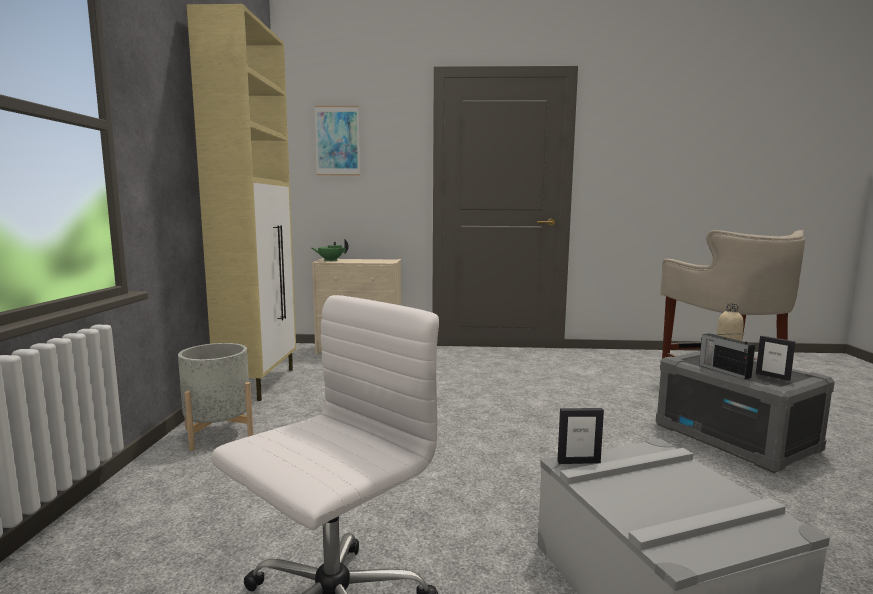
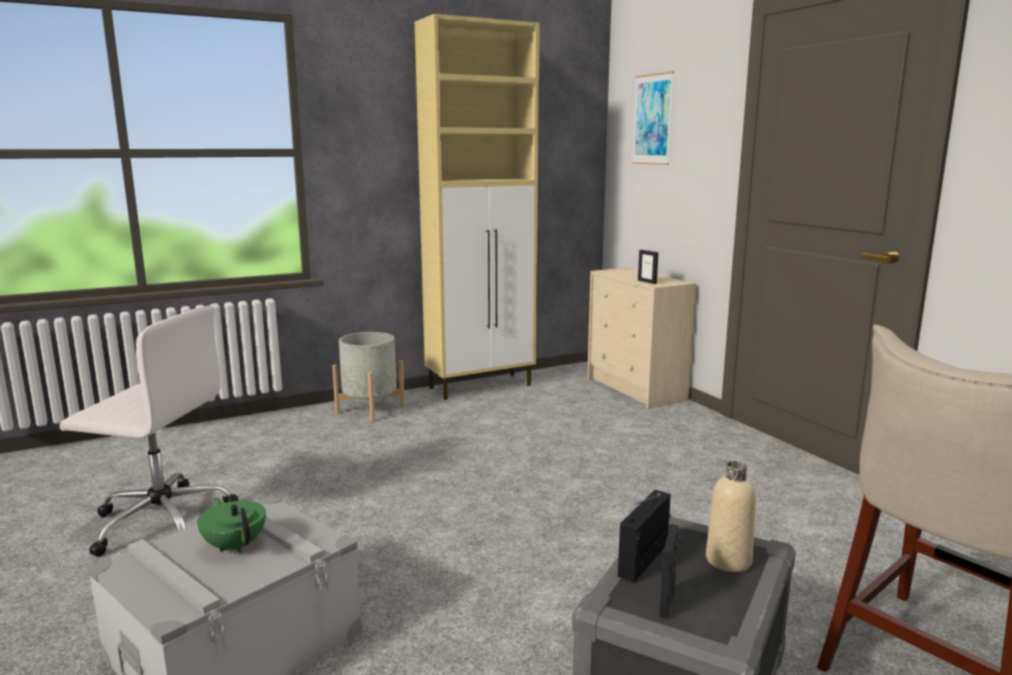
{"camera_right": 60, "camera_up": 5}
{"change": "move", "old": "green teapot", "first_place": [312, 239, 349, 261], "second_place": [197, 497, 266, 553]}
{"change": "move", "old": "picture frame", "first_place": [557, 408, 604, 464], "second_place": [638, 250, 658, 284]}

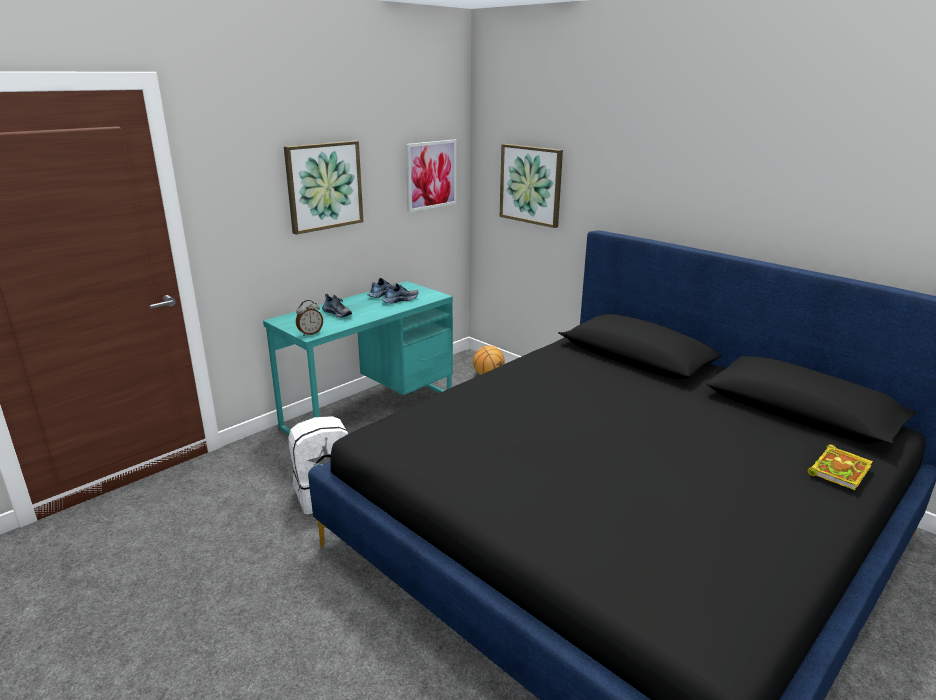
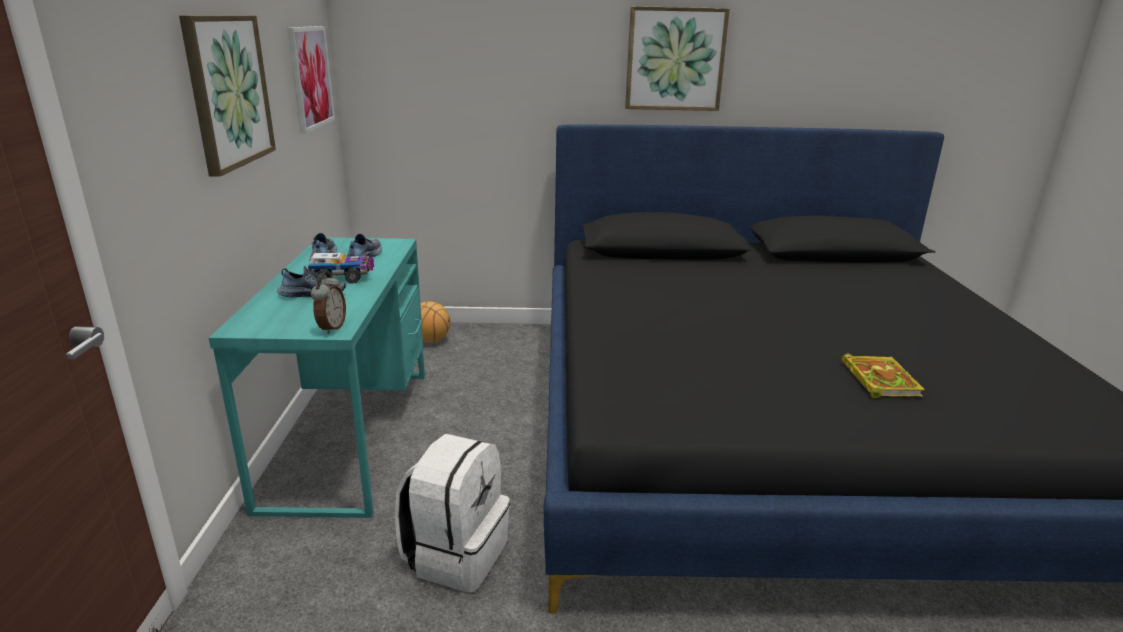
{"camera_right": -45, "camera_up": 0}
{"change": "move", "old": "picture", "first_place": [500, 144, 563, 228], "second_place": [625, 6, 730, 111]}
{"change": "move", "old": "book", "first_place": [808, 444, 873, 490], "second_place": [842, 354, 925, 398]}
{"change": "insert", "new": "toy truck", "second_place": [308, 252, 374, 284]}

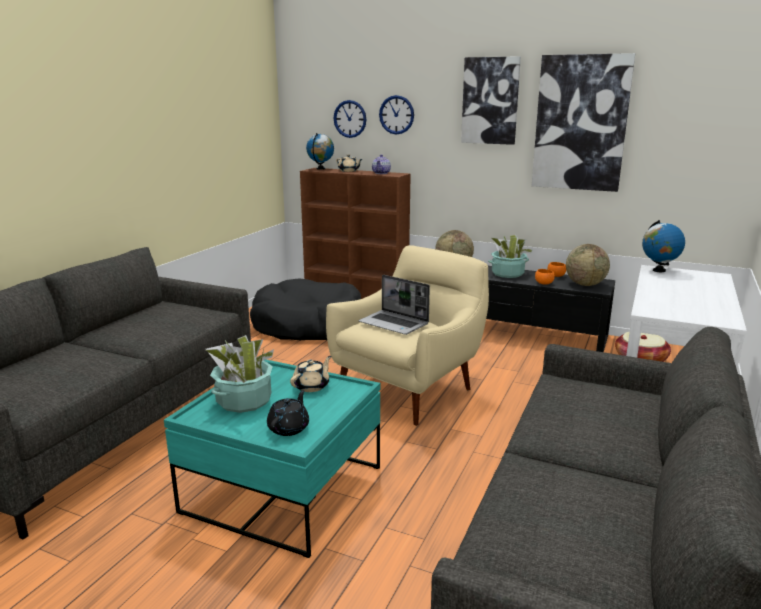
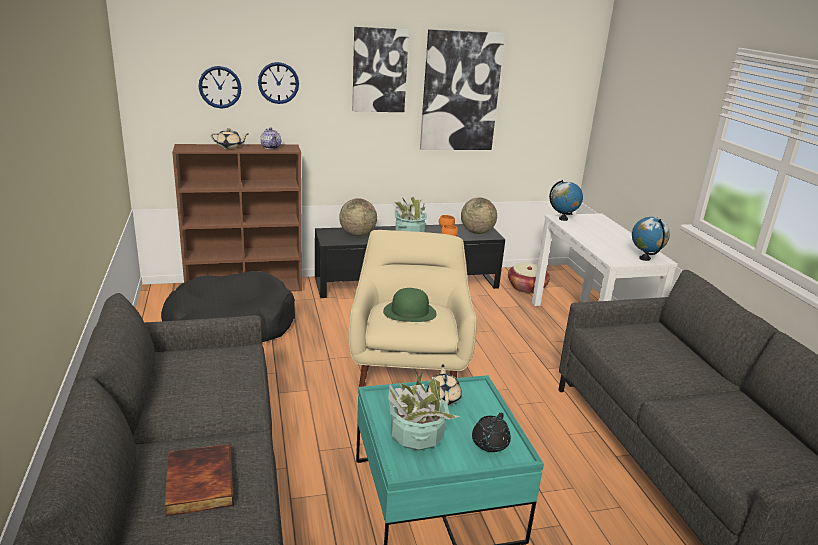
{"camera_right": -40, "camera_up": 5}
{"change": "rotate", "old": "black teapot", "first_place": [267, 390, 309, 436], "second_place": [472, 413, 511, 452], "degrees": -135}
{"change": "move", "old": "globe", "first_place": [306, 133, 334, 170], "second_place": [632, 217, 670, 261]}
{"change": "replace", "old": "laptop", "new": "green hat", "first_place": [358, 275, 430, 335], "second_place": [383, 288, 437, 322]}
{"change": "insert", "new": "book", "second_place": [165, 444, 234, 516]}

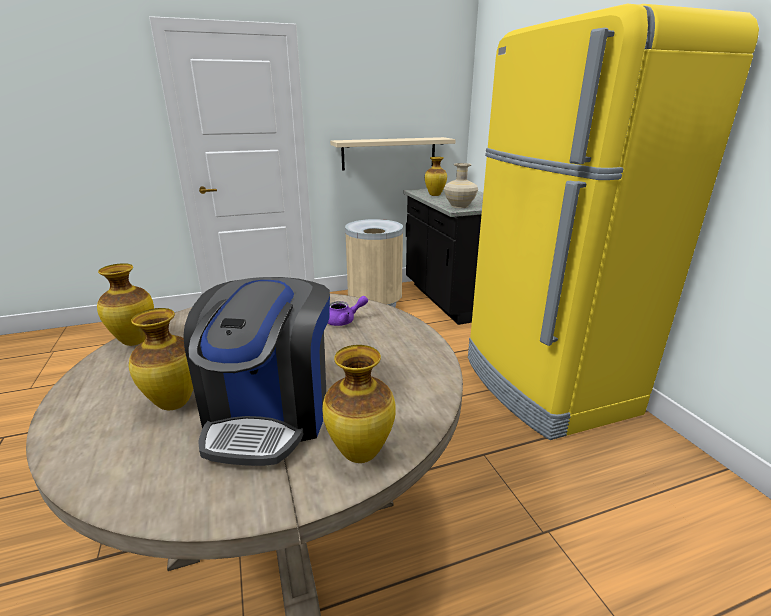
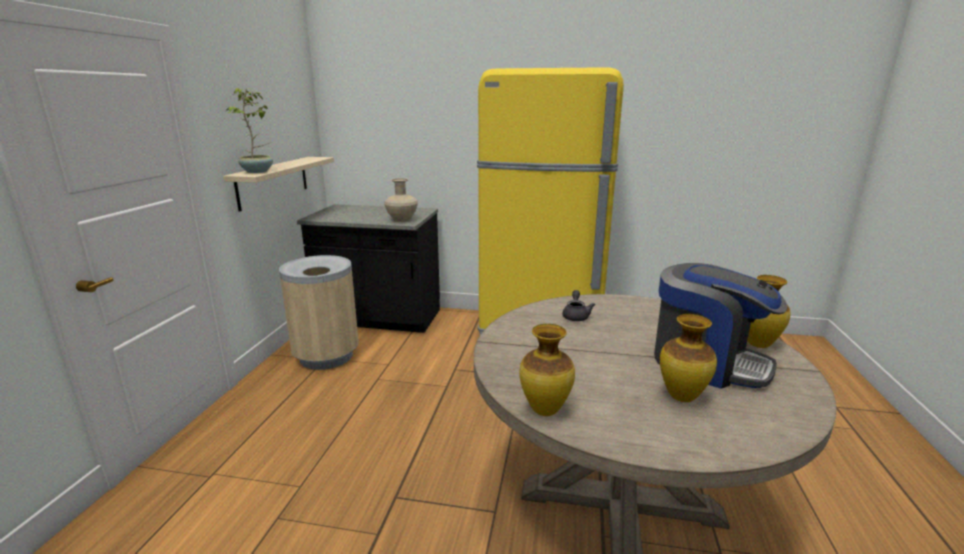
{"camera_right": -60, "camera_up": -5}
{"change": "recolor", "old": "purple teapot", "new": "grey teapot", "first_place": [328, 296, 368, 326], "second_place": [562, 290, 595, 321]}
{"change": "delete", "old": "vase", "first_place": [425, 157, 447, 196]}
{"change": "insert", "new": "potted plant", "second_place": [226, 88, 273, 173]}

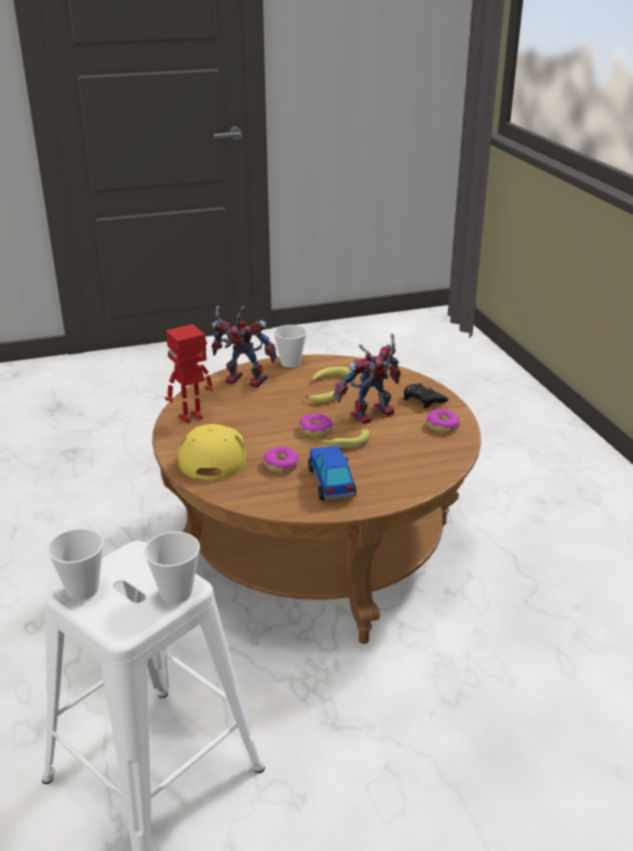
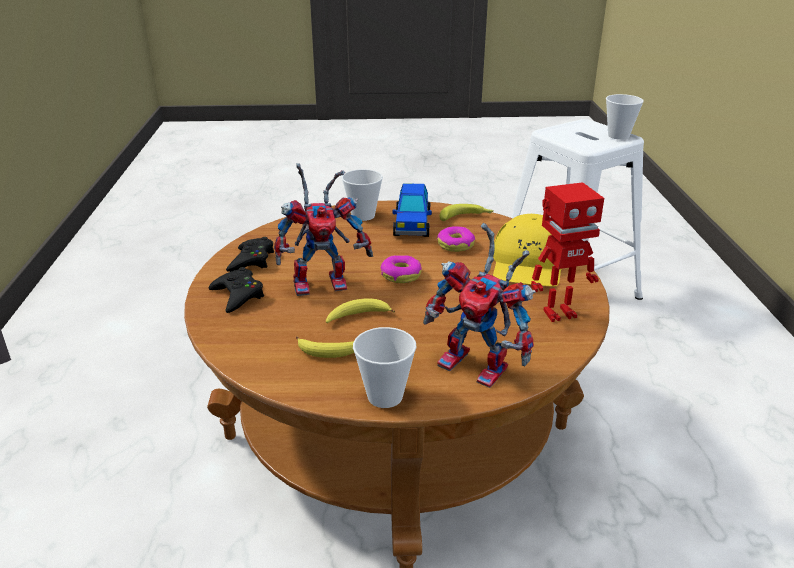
{"camera_right": -165, "camera_up": 0}
{"change": "move", "old": "cup", "first_place": [144, 532, 200, 603], "second_place": [342, 169, 383, 221]}
{"change": "move", "old": "banana", "first_place": [321, 429, 370, 448], "second_place": [440, 204, 494, 221]}
{"change": "replace", "old": "donut", "new": "black game controller", "first_place": [427, 409, 460, 433], "second_place": [226, 237, 274, 272]}

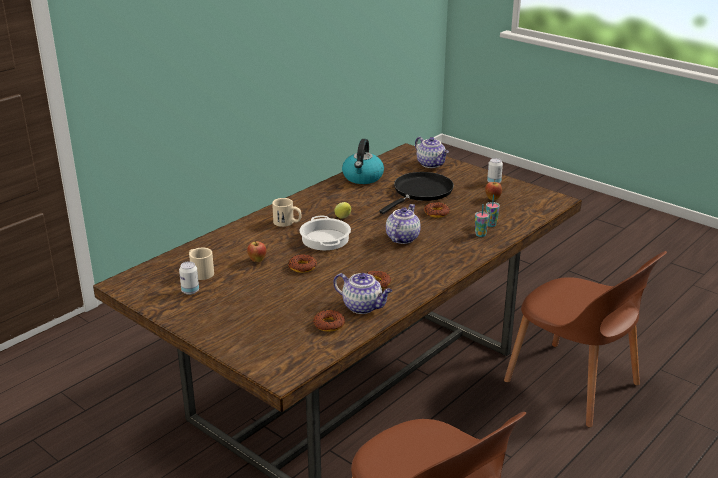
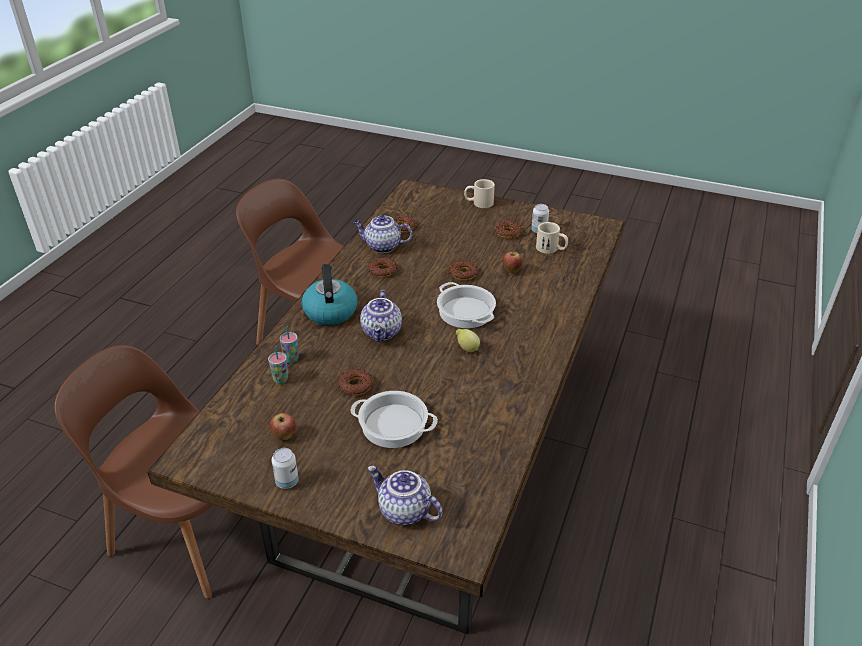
{"camera_right": 160, "camera_up": 10}
{"change": "move", "old": "beige mug", "first_place": [272, 198, 302, 227], "second_place": [464, 179, 495, 208]}
{"change": "move", "old": "kettle", "first_place": [342, 139, 384, 184], "second_place": [301, 264, 357, 325]}
{"change": "replace", "old": "black frying pan", "new": "cooking pot", "first_place": [379, 172, 454, 214], "second_place": [350, 391, 438, 448]}
{"change": "insert", "new": "donut", "second_place": [494, 221, 522, 239]}

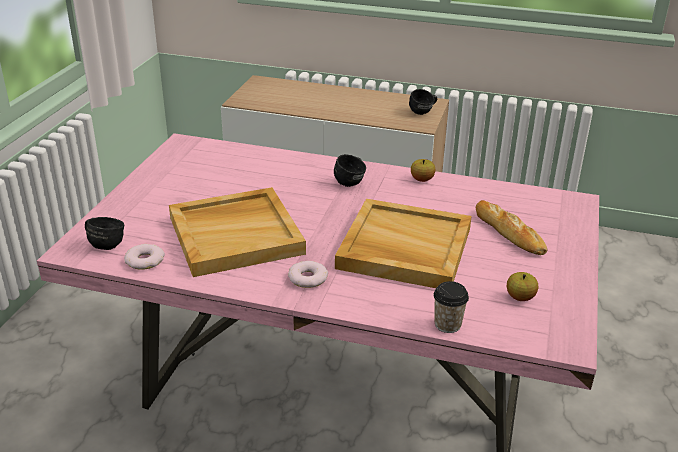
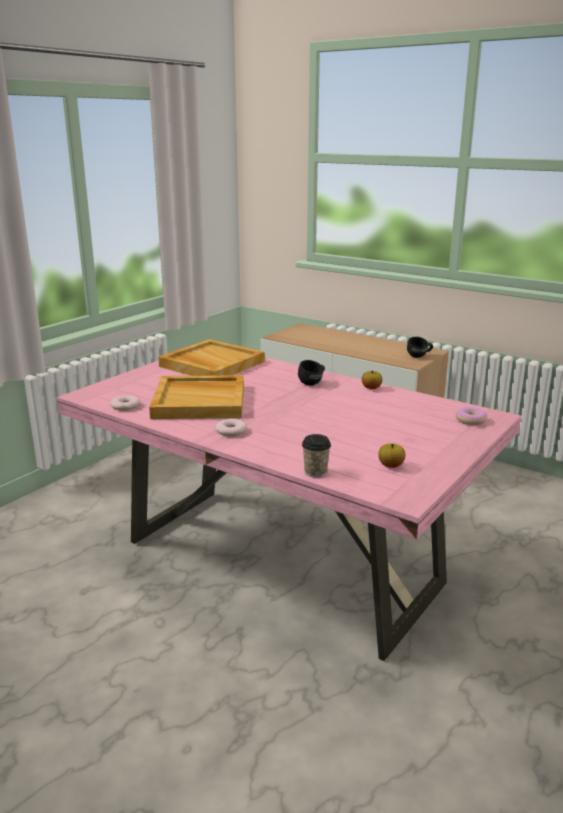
{"camera_right": 20, "camera_up": -10}
{"change": "delete", "old": "black mug", "first_place": [85, 217, 124, 250]}
{"change": "move", "old": "beige tray", "first_place": [335, 199, 472, 288], "second_place": [158, 339, 265, 376]}
{"change": "delete", "old": "bread", "first_place": [476, 200, 547, 255]}
{"change": "insert", "new": "donut", "second_place": [456, 407, 487, 425]}

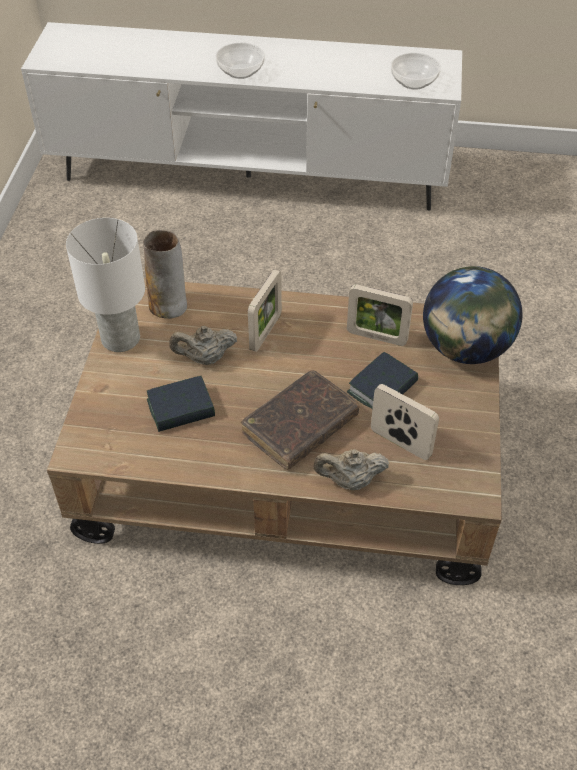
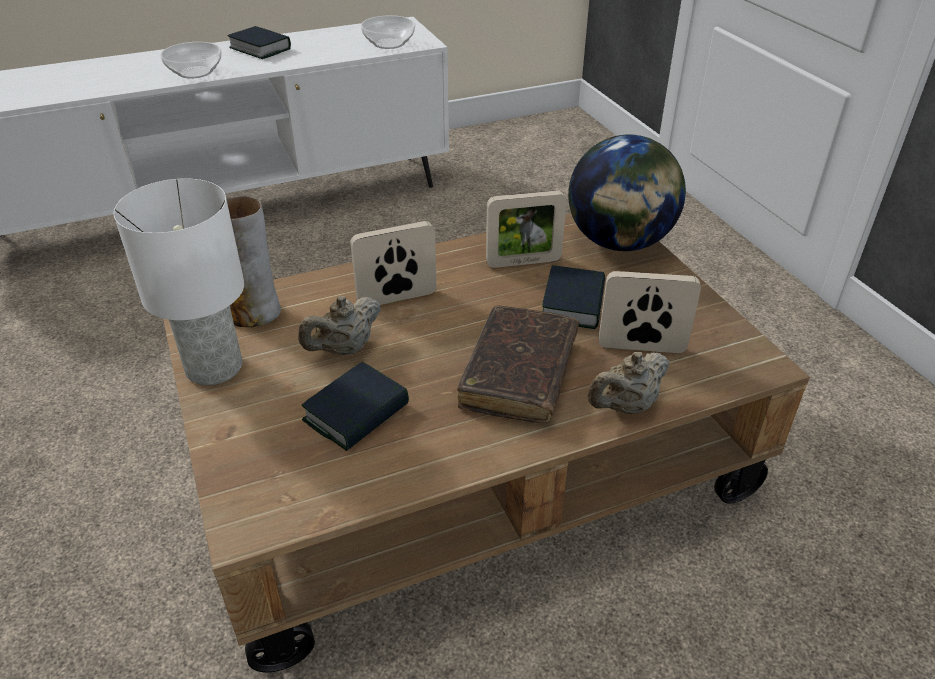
{"camera_right": -30, "camera_up": -10}
{"change": "rotate", "old": "picture frame", "first_place": [248, 270, 282, 352], "second_place": [350, 221, 437, 305], "degrees": -105}
{"change": "insert", "new": "book", "second_place": [227, 26, 291, 59]}

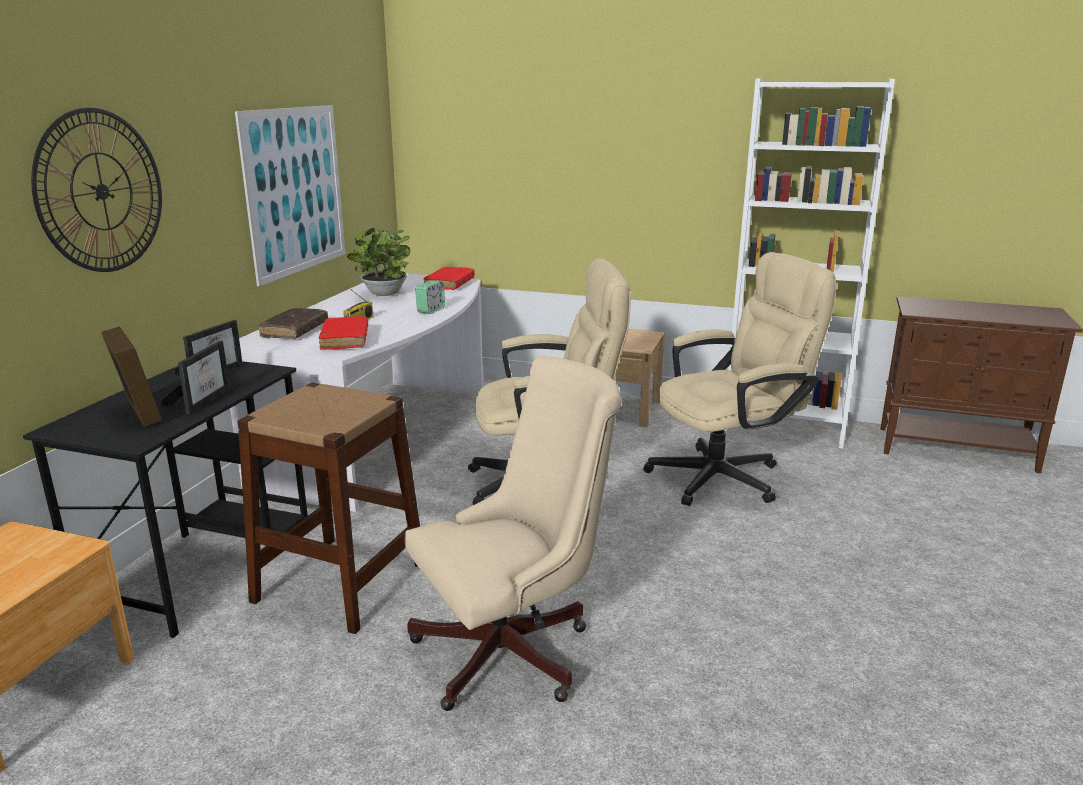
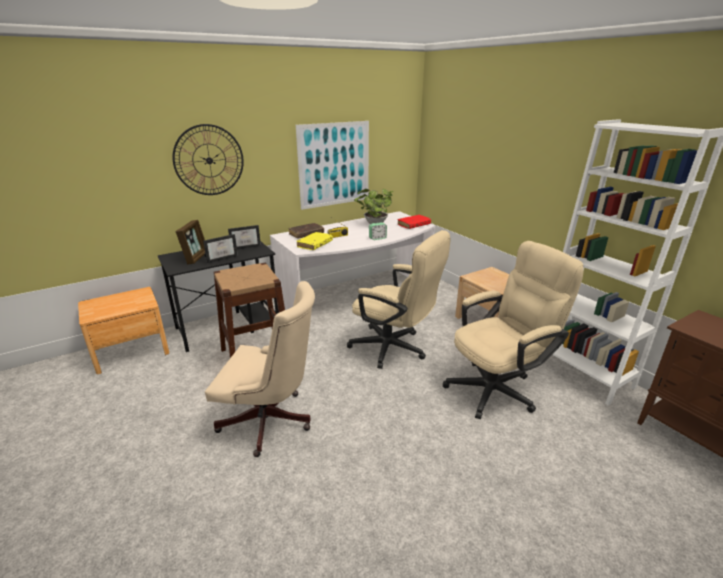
{"camera_right": 40, "camera_up": 5}
{"change": "recolor", "old": "red book", "new": "yellow book", "first_place": [319, 316, 368, 350], "second_place": [296, 232, 333, 250]}
{"change": "rotate", "old": "beige office chair", "first_place": [643, 252, 837, 506], "second_place": [443, 241, 584, 419], "degrees": -45}

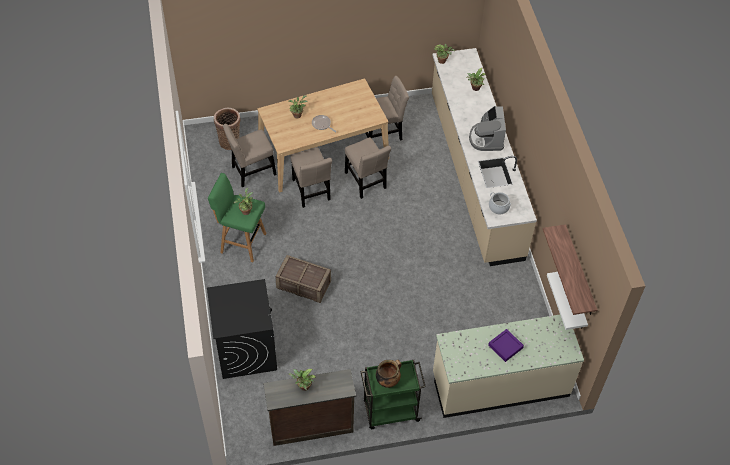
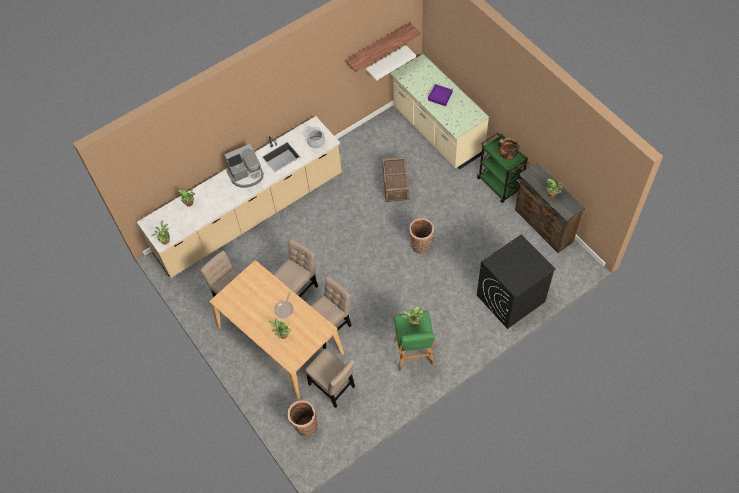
{"camera_right": -110, "camera_up": 5}
{"change": "move", "old": "crate", "first_place": [275, 255, 331, 303], "second_place": [382, 157, 409, 202]}
{"change": "insert", "new": "basket", "second_place": [409, 218, 434, 254]}

